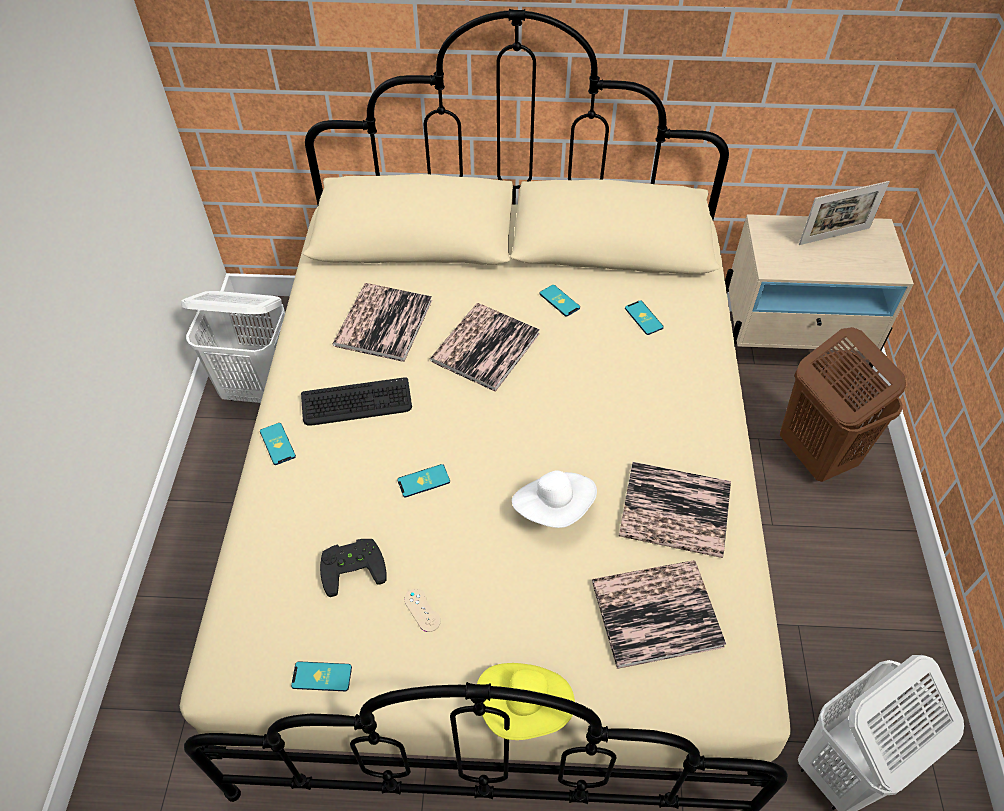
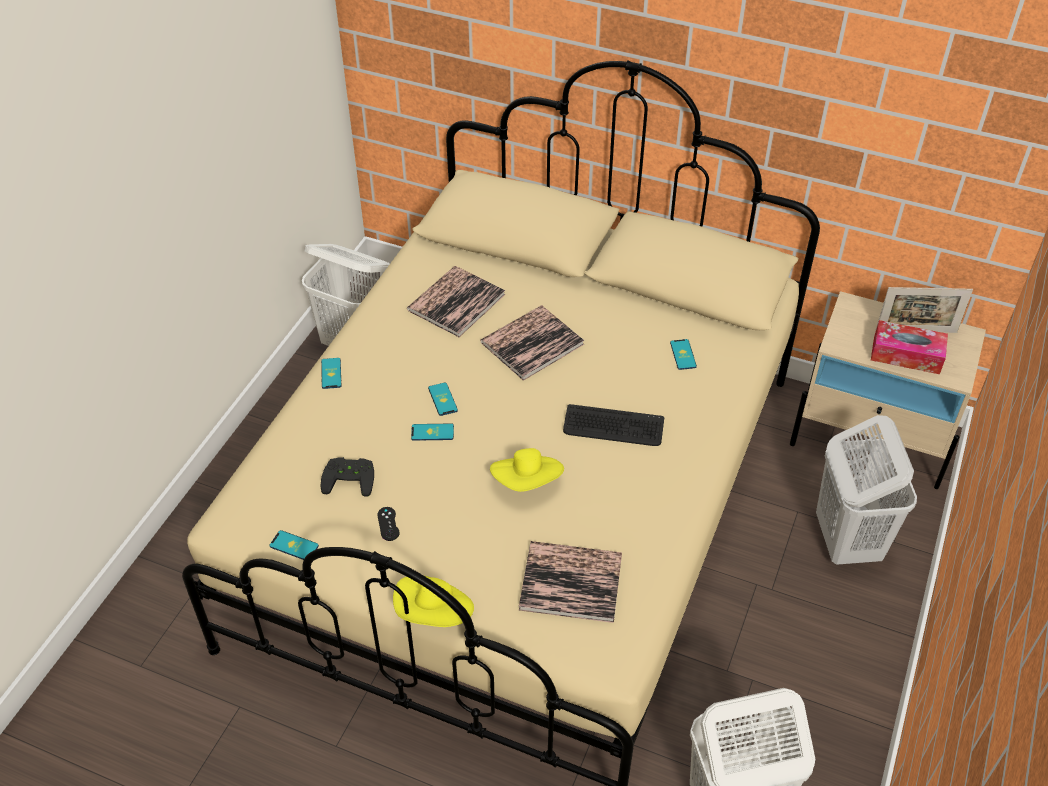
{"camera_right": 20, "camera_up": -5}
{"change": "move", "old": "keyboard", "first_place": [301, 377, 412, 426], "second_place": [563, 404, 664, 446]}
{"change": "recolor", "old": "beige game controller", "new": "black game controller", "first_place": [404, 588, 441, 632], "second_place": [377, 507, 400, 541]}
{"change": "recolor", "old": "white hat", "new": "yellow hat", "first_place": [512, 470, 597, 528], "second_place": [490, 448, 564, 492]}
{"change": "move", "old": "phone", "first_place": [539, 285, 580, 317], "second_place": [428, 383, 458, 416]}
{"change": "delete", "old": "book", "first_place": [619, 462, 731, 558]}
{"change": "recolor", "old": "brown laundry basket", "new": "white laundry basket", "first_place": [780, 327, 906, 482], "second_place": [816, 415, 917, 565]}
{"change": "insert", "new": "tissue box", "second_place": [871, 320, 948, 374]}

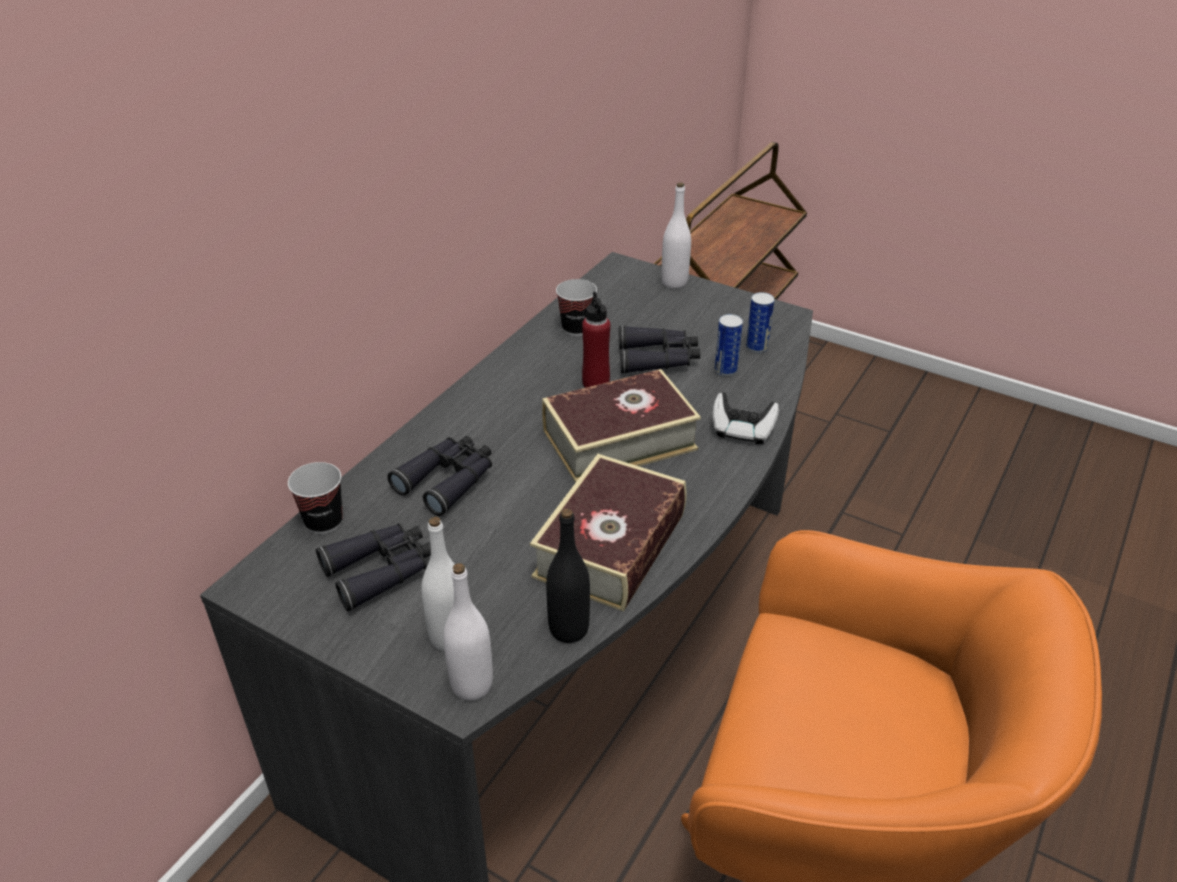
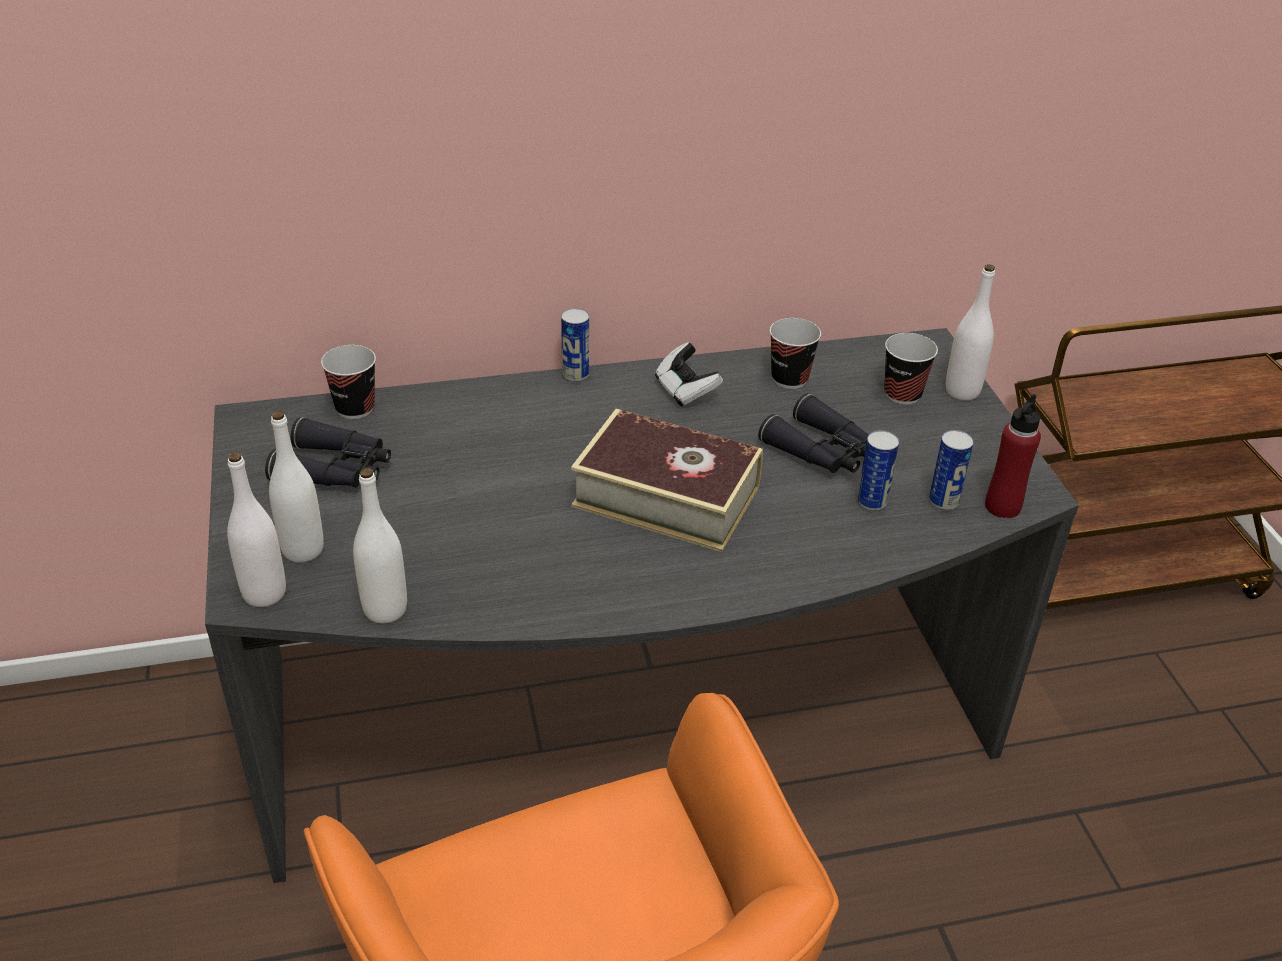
{"camera_right": 45, "camera_up": 0}
{"change": "delete", "old": "black binoculars", "first_place": [387, 436, 492, 516]}
{"change": "delete", "old": "book", "first_place": [530, 454, 687, 611]}
{"change": "recolor", "old": "black bottle", "new": "white bottle", "first_place": [546, 508, 590, 643], "second_place": [353, 468, 407, 623]}
{"change": "move", "old": "red bottle", "first_place": [582, 292, 611, 388], "second_place": [985, 394, 1041, 518]}
{"change": "move", "old": "game controller", "first_place": [713, 392, 779, 444], "second_place": [655, 342, 723, 407]}
{"change": "insert", "new": "can", "second_place": [561, 308, 589, 383]}
{"change": "insert", "new": "cup", "second_place": [884, 333, 938, 405]}

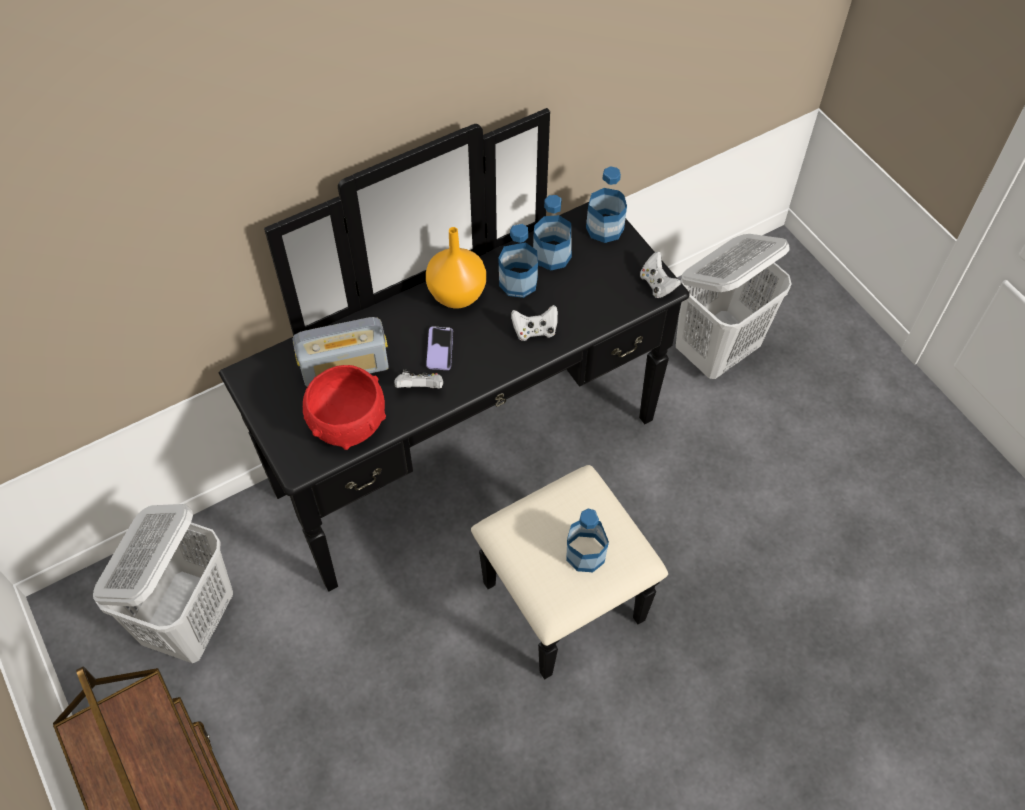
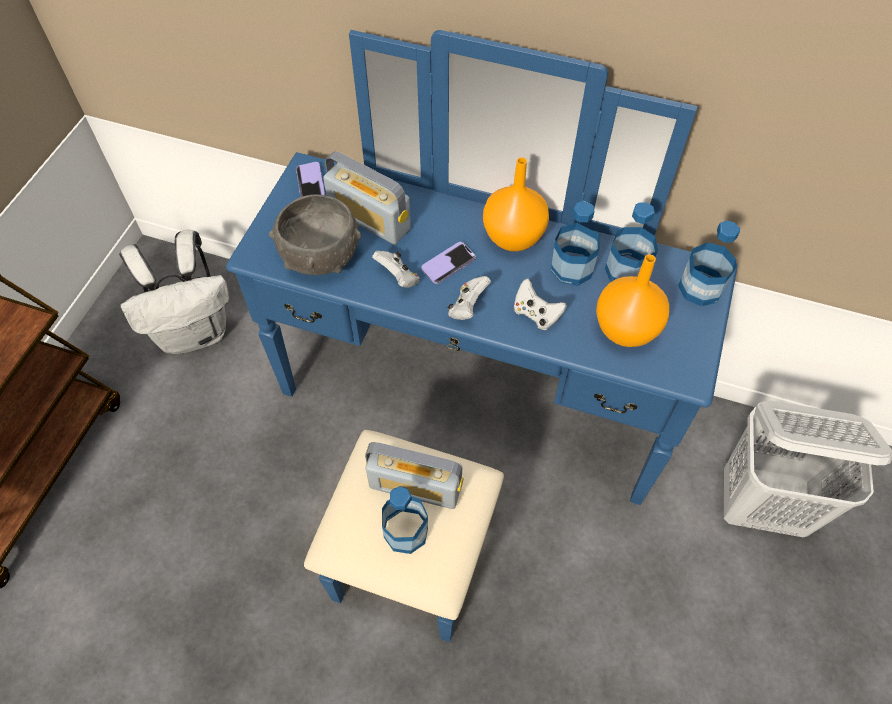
{"camera_right": 50, "camera_up": 0}
{"change": "replace", "old": "white laundry basket", "new": "white backpack", "first_place": [93, 504, 233, 663], "second_place": [119, 230, 229, 354]}
{"change": "recolor", "old": "black dresser", "new": "blue dresser", "first_place": [219, 108, 690, 680], "second_place": [226, 30, 738, 642]}
{"change": "recolor", "old": "red bowl", "new": "grey bowl", "first_place": [303, 365, 386, 450], "second_place": [269, 194, 361, 275]}
{"change": "move", "old": "white game controller", "first_place": [640, 252, 681, 298], "second_place": [448, 276, 491, 320]}
{"change": "insert", "new": "phone", "second_place": [296, 162, 325, 197]}
{"change": "insert", "new": "radio", "second_place": [365, 442, 463, 509]}
{"change": "insert", "new": "orange vase", "second_place": [596, 254, 669, 347]}

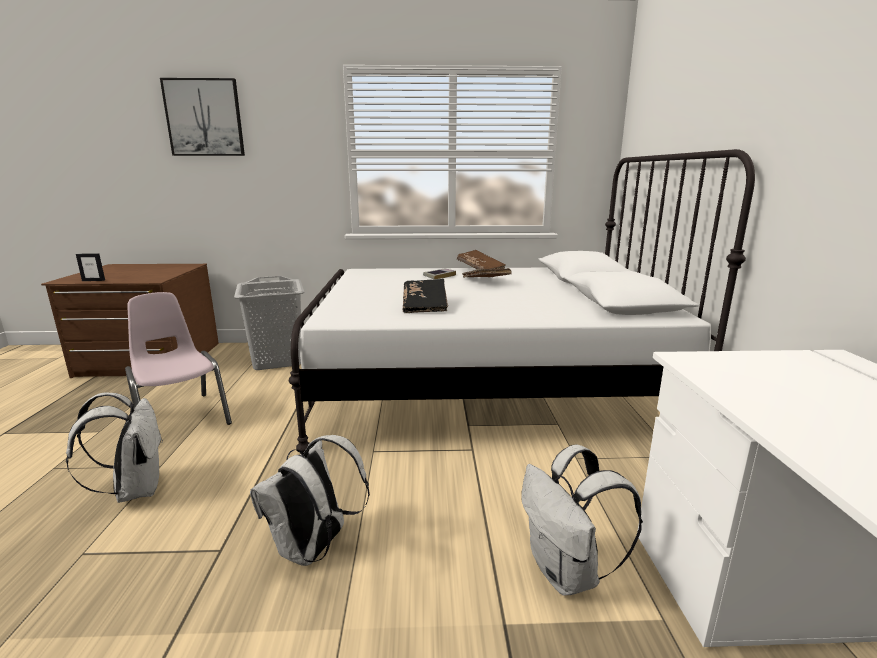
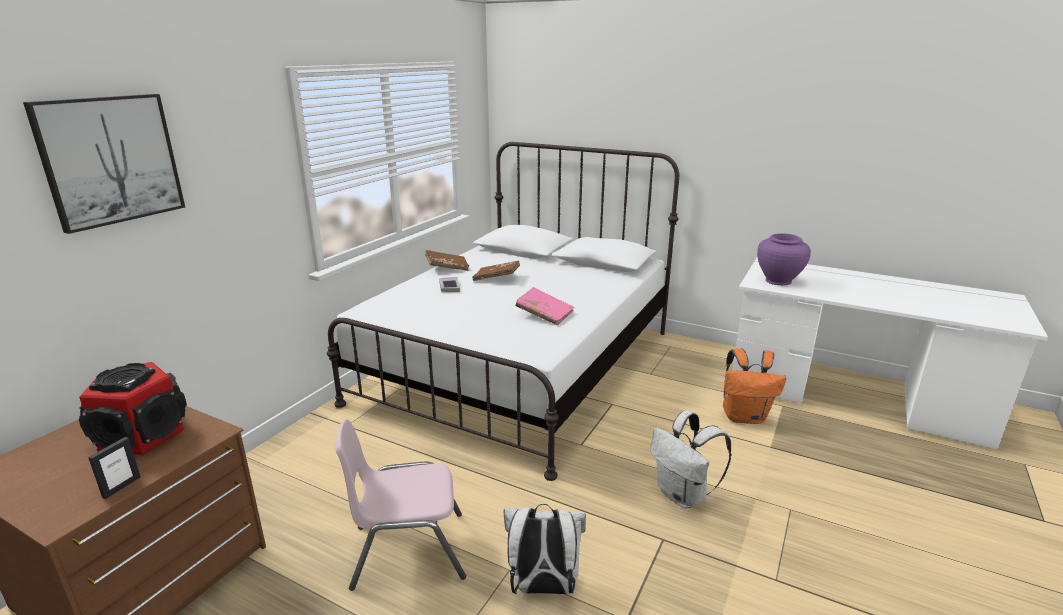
{"camera_right": -60, "camera_up": 5}
{"change": "delete", "old": "grey laundry basket", "first_place": [234, 276, 304, 370]}
{"change": "recolor", "old": "black book", "new": "pink book", "first_place": [403, 279, 448, 313], "second_place": [515, 287, 574, 325]}
{"change": "recolor", "old": "white backpack", "new": "orange backpack", "first_place": [521, 444, 643, 595], "second_place": [723, 348, 786, 424]}
{"change": "insert", "new": "speaker", "second_place": [79, 362, 187, 455]}
{"change": "insert", "new": "purple vase", "second_place": [757, 233, 811, 285]}

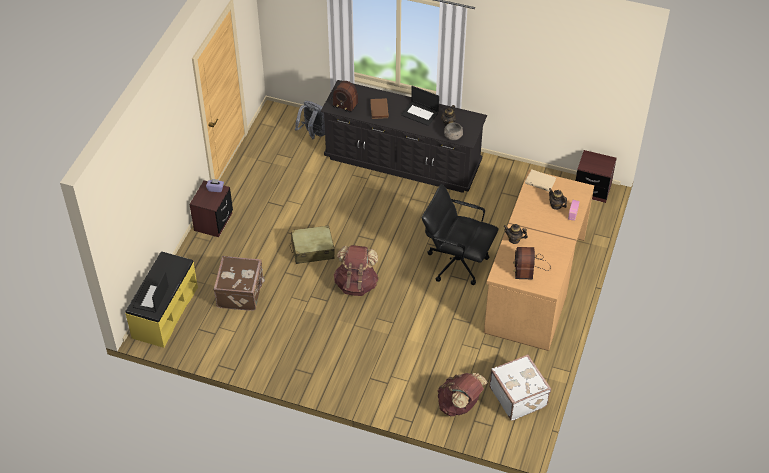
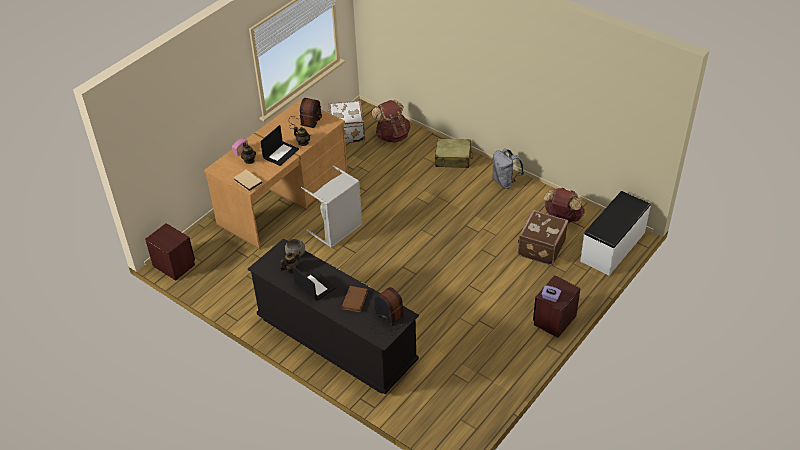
{"camera_right": -160, "camera_up": -5}
{"change": "recolor", "old": "yellow bench", "new": "white bench", "first_place": [125, 251, 198, 348], "second_place": [580, 191, 651, 276]}
{"change": "move", "old": "laptop", "first_place": [133, 272, 169, 313], "second_place": [260, 125, 299, 166]}
{"change": "move", "old": "beige suitcase", "first_place": [290, 225, 335, 264], "second_place": [435, 139, 473, 168]}
{"change": "move", "old": "grey backpack", "first_place": [295, 101, 325, 139], "second_place": [492, 149, 524, 189]}
{"change": "move", "old": "brown backpack", "first_place": [333, 245, 379, 296], "second_place": [544, 188, 585, 223]}
{"change": "replace", "old": "black office chair", "new": "grey laundry basket", "first_place": [422, 184, 499, 285], "second_place": [301, 165, 362, 248]}

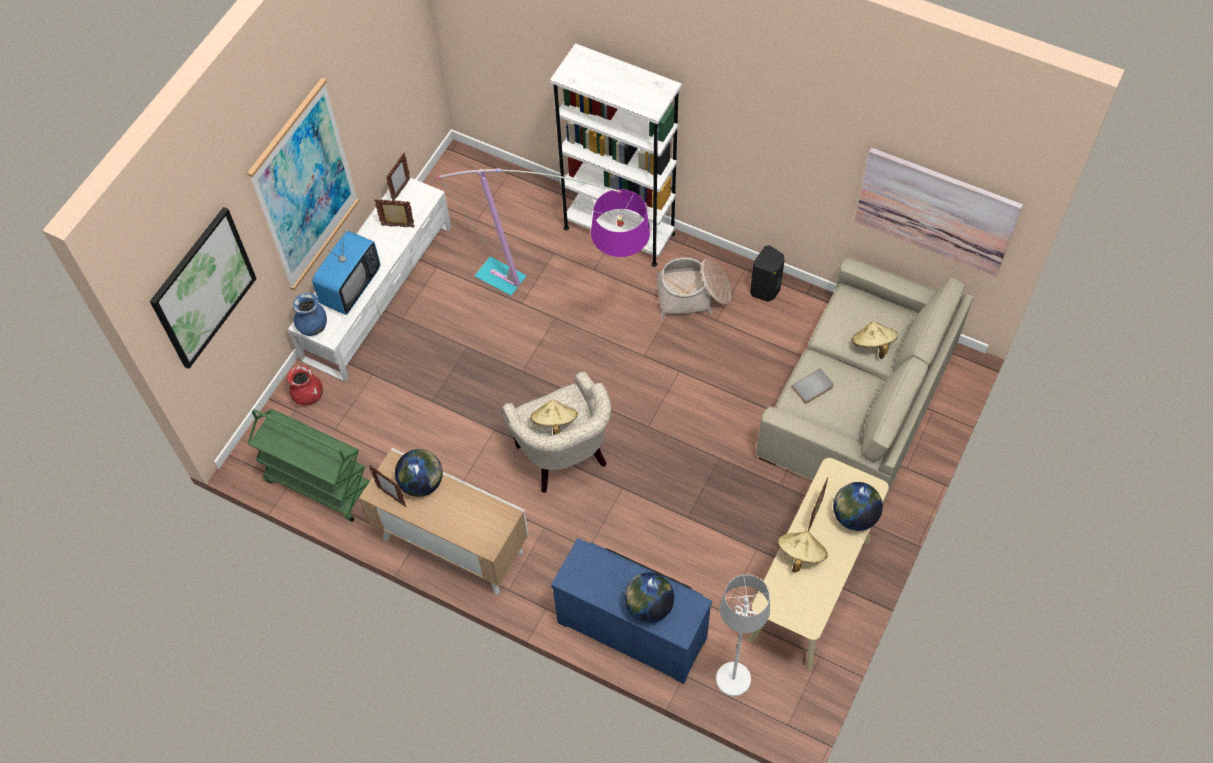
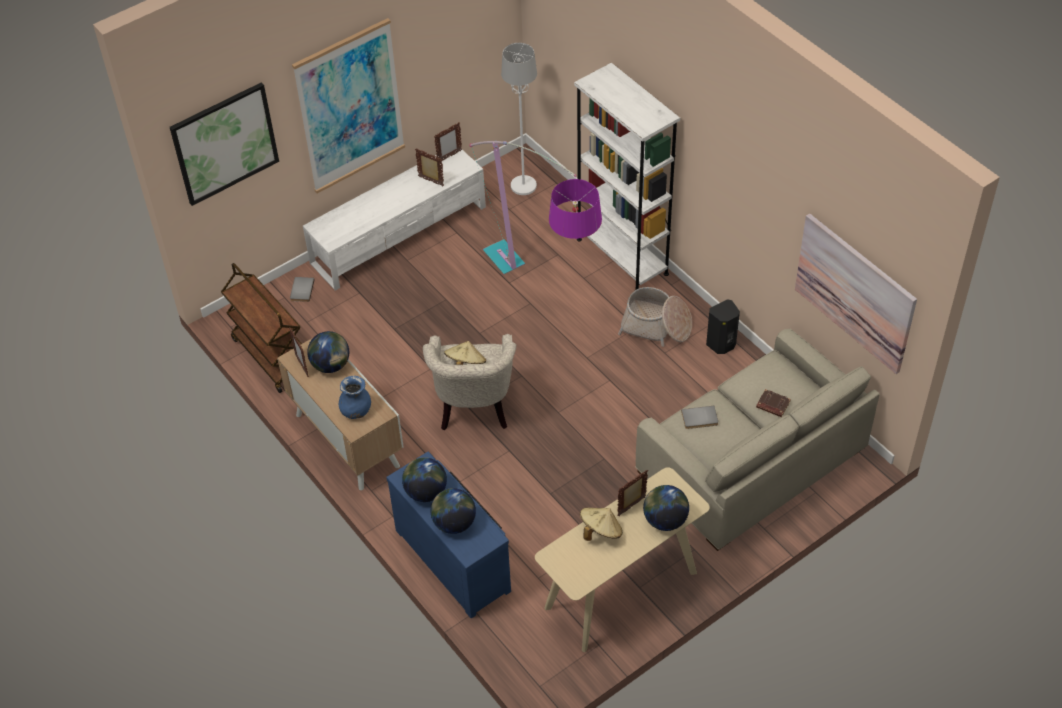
{"camera_right": 25, "camera_up": -10}
{"change": "recolor", "old": "green cart", "new": "brown cart", "first_place": [248, 409, 370, 522], "second_place": [221, 263, 302, 393]}
{"change": "replace", "old": "red vase", "new": "grey book", "first_place": [287, 366, 323, 406], "second_place": [290, 277, 314, 302]}
{"change": "move", "old": "blue vase", "first_place": [293, 293, 327, 336], "second_place": [339, 376, 371, 419]}
{"change": "delete", "old": "television", "first_place": [312, 228, 380, 315]}
{"change": "move", "old": "white floor lamp", "first_place": [716, 574, 770, 696], "second_place": [501, 43, 537, 195]}
{"change": "replace", "old": "beige hat", "new": "brown book", "first_place": [852, 321, 898, 359], "second_place": [756, 389, 791, 417]}
{"change": "insert", "new": "globe", "second_place": [402, 457, 447, 502]}

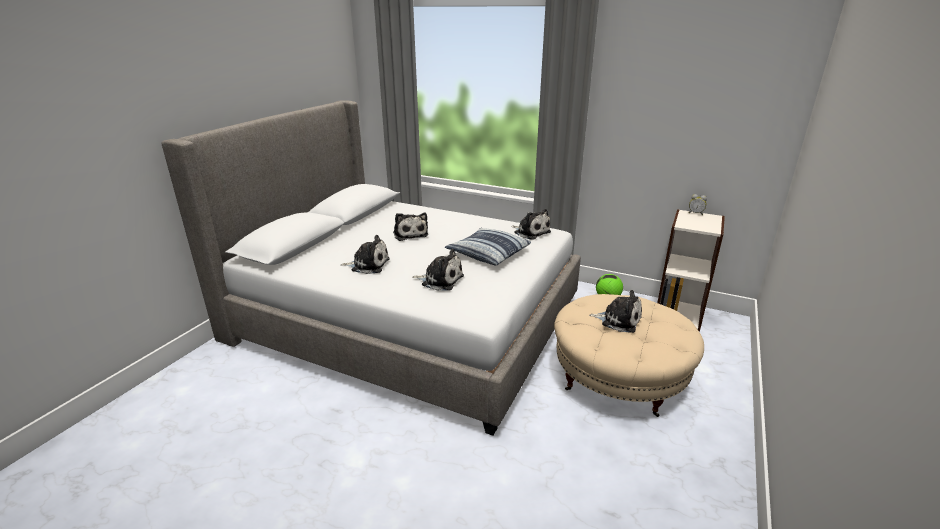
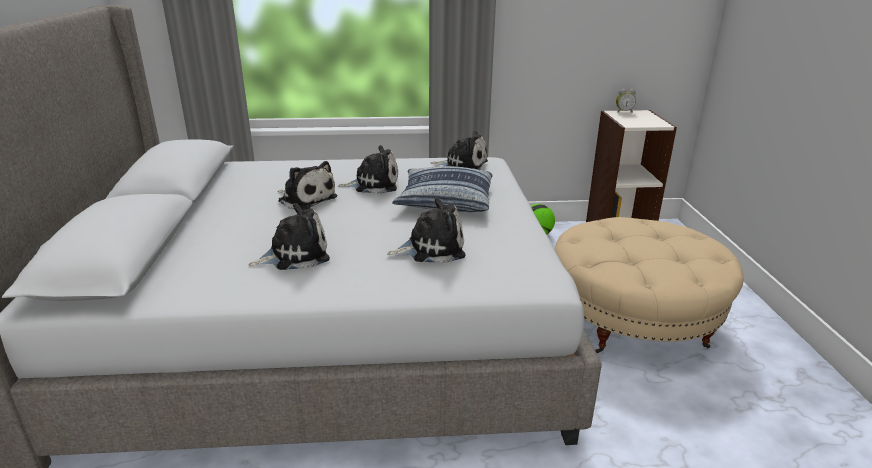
{"camera_right": -30, "camera_up": 0}
{"change": "move", "old": "plush toy", "first_place": [589, 290, 642, 333], "second_place": [338, 145, 398, 194]}

